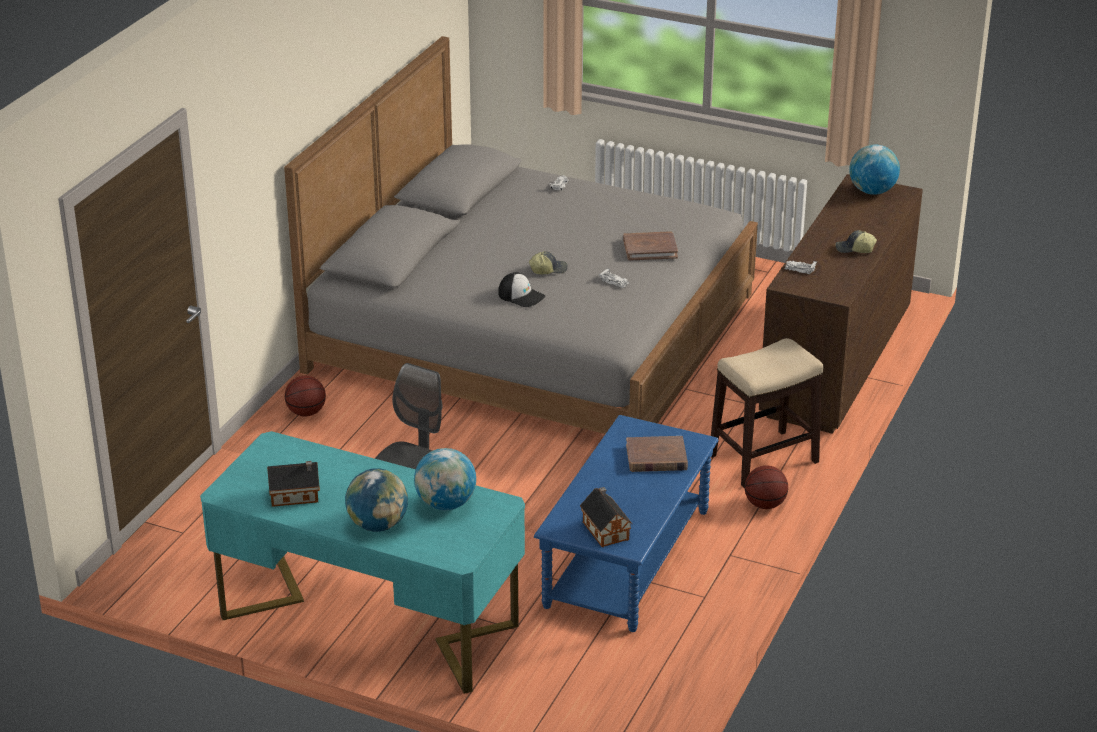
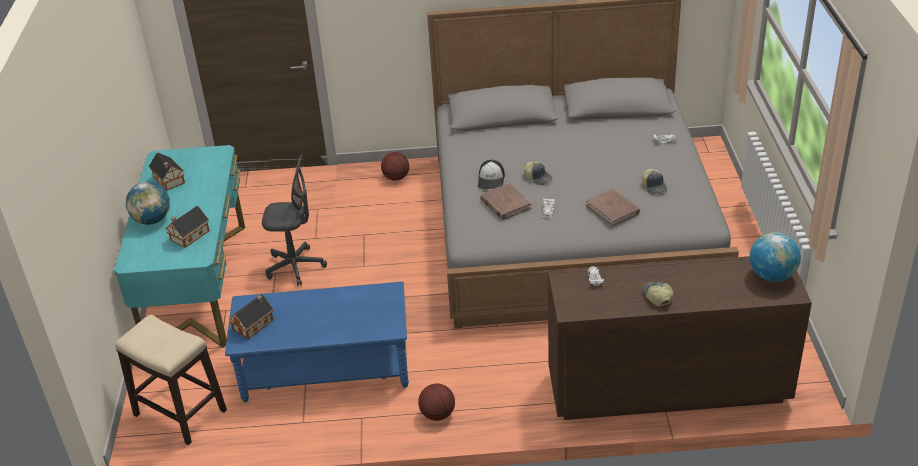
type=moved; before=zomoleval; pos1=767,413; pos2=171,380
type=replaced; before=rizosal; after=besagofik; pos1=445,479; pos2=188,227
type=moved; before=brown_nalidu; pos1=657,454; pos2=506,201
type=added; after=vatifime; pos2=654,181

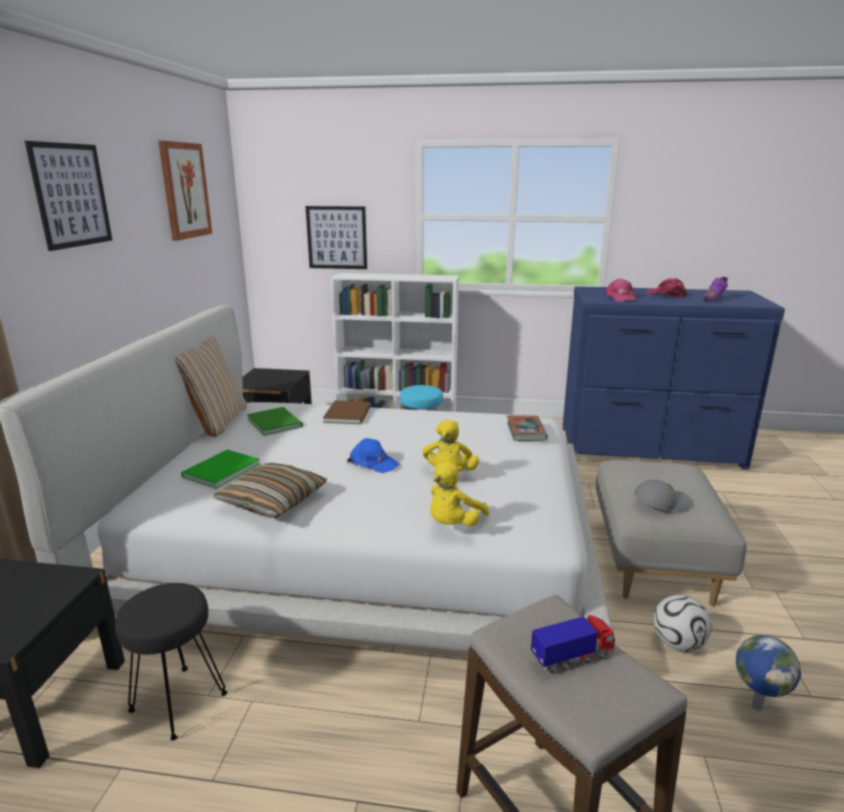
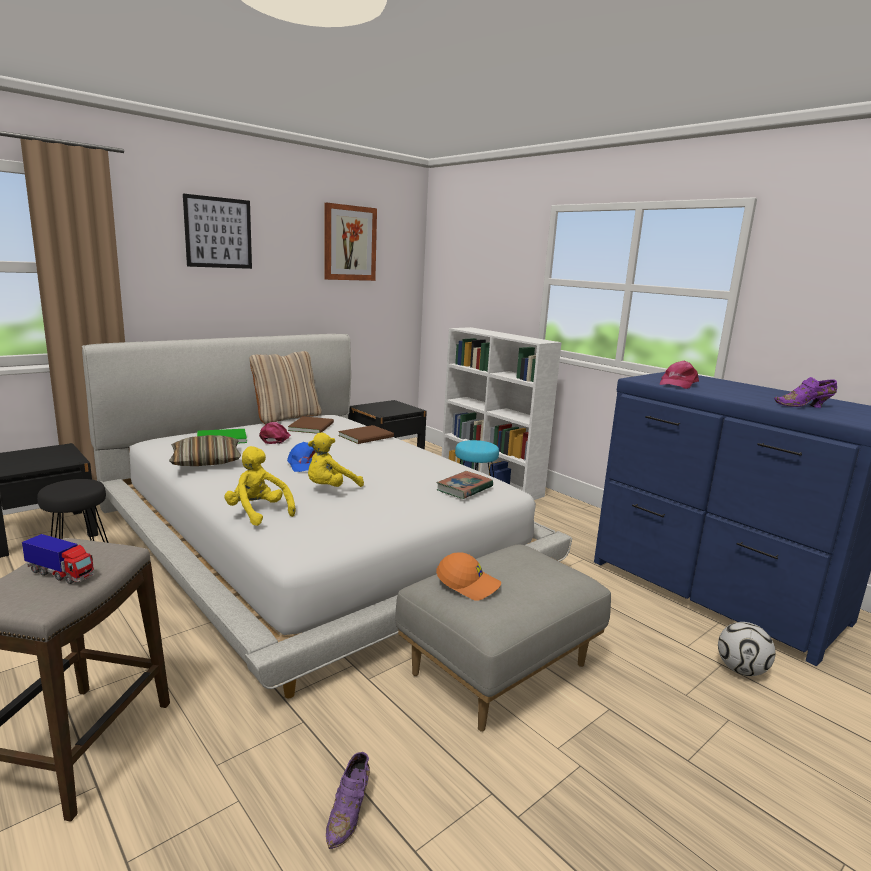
type=turned; before=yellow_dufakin; pos1=459,494; pos2=260,486; turn=60
type=moved; before=pink_vatifime; pos1=667,288; pos2=275,433
type=recoloured; before=green_nalidu; after=brown_nalidu; pos1=275,421; pos2=311,425
type=replaced; before=rizosal; after=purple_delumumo; pos1=768,673; pos2=348,800
type=recoloured; before=grey_vatifime; after=orange_vatifime; pos1=662,495; pos2=468,576
type=moved; before=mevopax; pos1=682,623; pos2=747,649
type=removed; before=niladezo; pos1=336,237

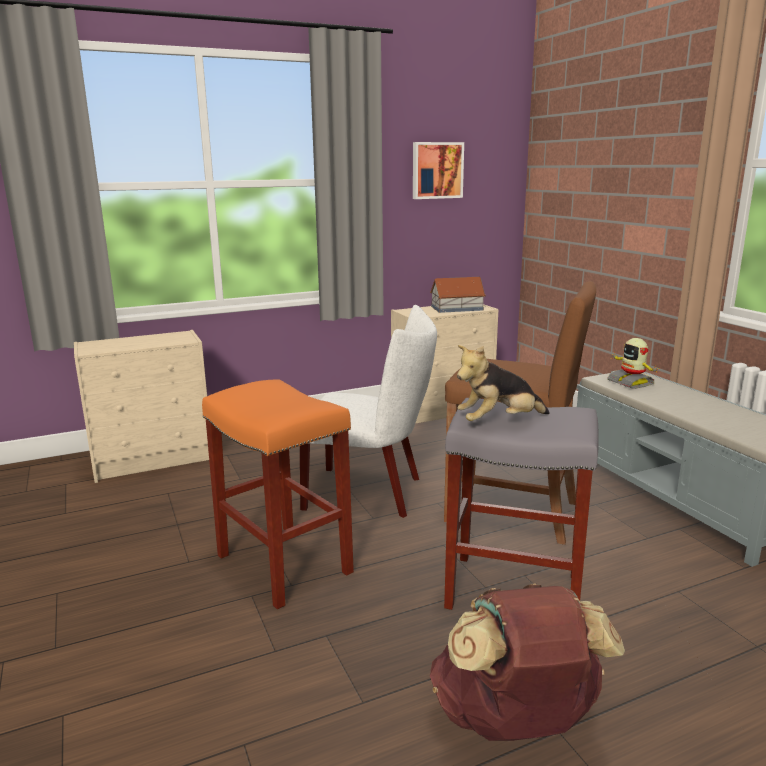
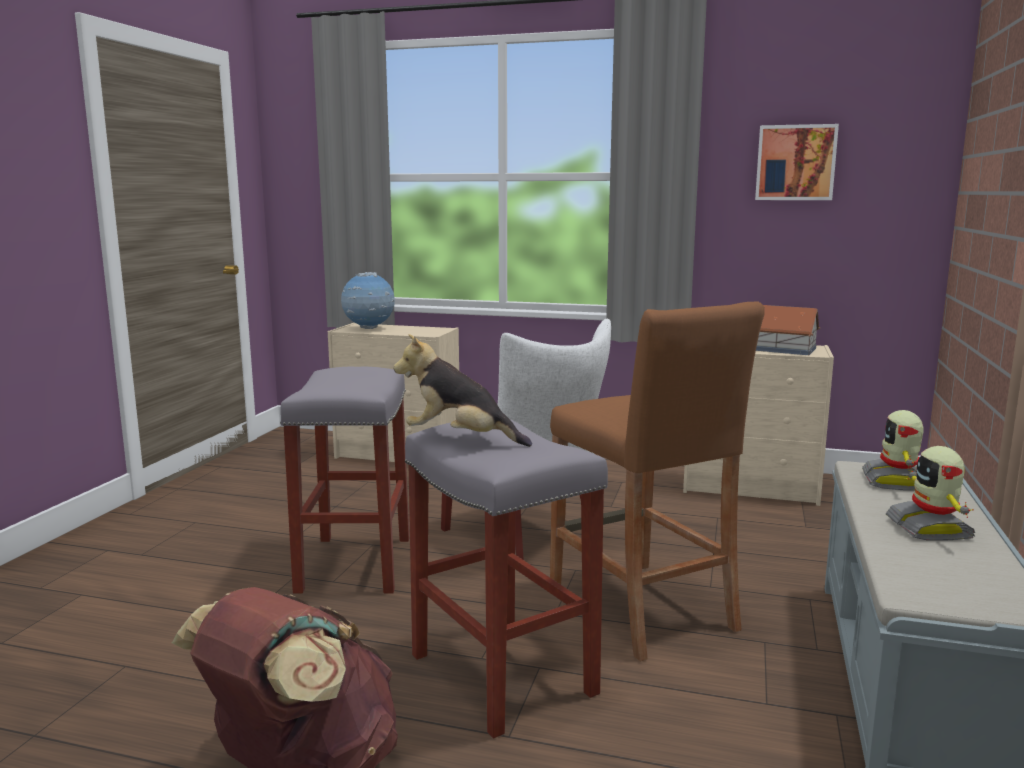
type=recoloured; before=orange_zomoleval; after=grey_zomoleval; pos1=278,494; pos2=344,480
type=added; after=rizosal; pos2=368,300
type=added; after=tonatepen; pos2=930,493

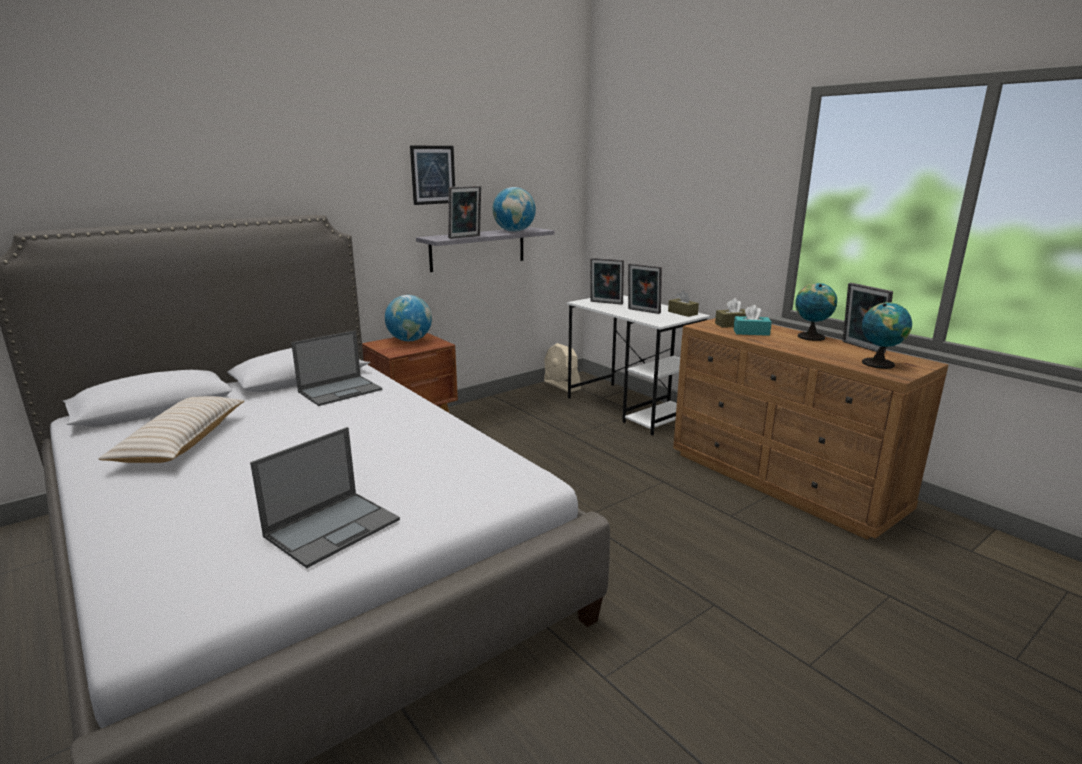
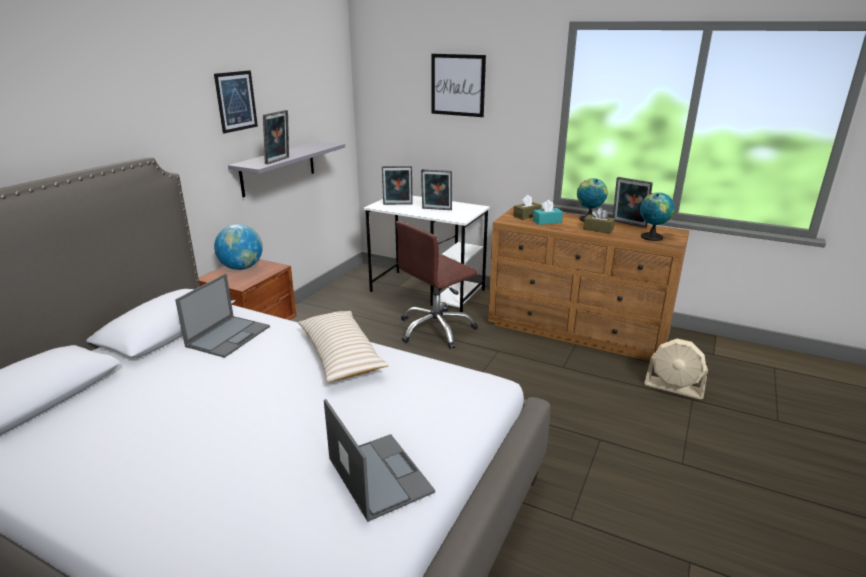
type=moved; before=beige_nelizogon; pos1=171,429; pos2=343,346
type=turned; before=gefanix; pos1=325,497; pos2=379,460; turn=-45
type=added; after=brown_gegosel; pos2=437,285
type=added; after=niladezo; pos2=459,85
type=moved; before=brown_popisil; pos1=683,303; pos2=599,221
type=moved; before=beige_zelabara; pos1=562,367; pos2=676,369
type=removed; before=rizosal; pos1=514,209

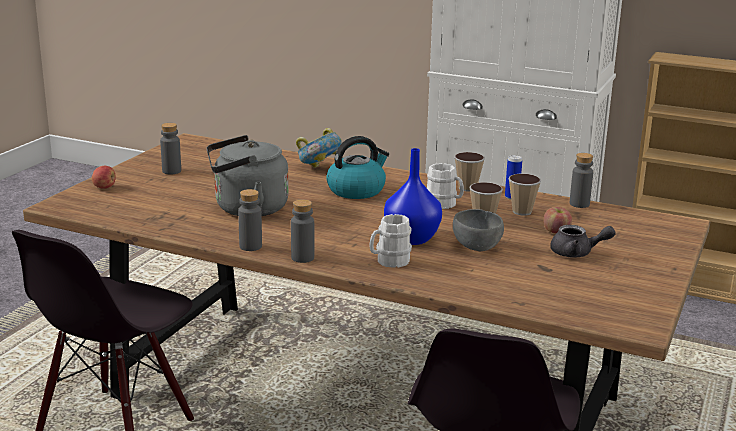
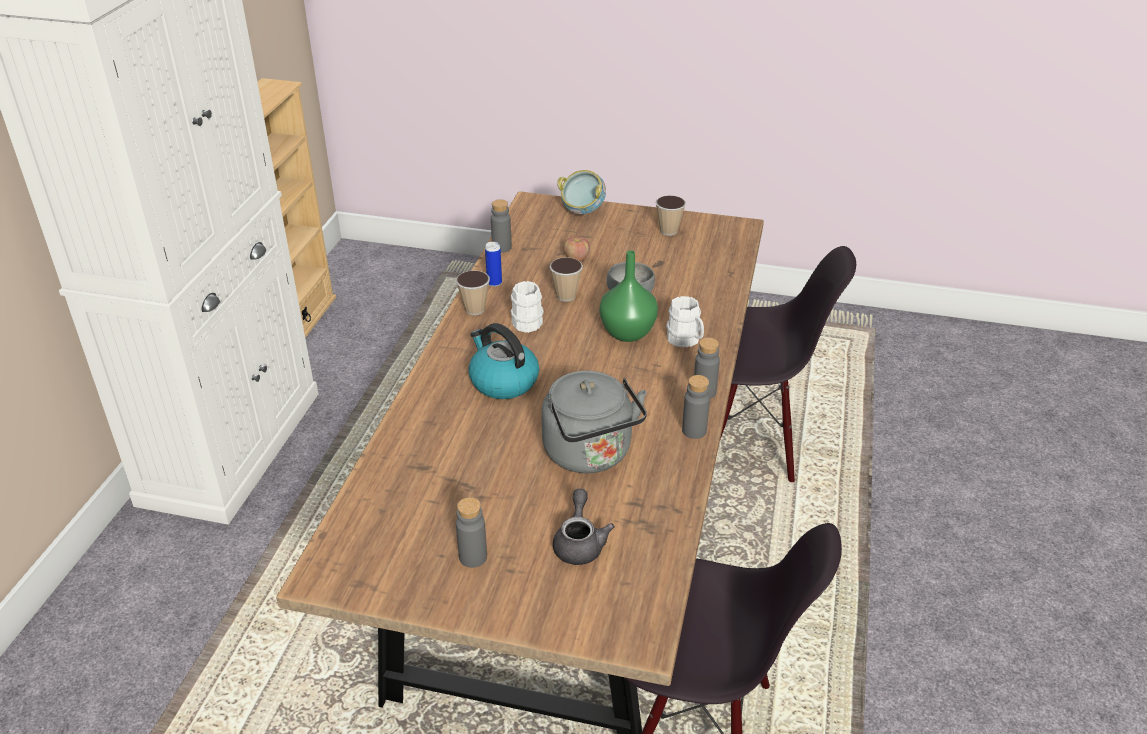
type=moved; before=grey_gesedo; pos1=583,241; pos2=584,527
type=moved; before=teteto; pos1=319,148; pos2=581,192
type=recoloured; before=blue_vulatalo; after=green_vulatalo; pos1=413,196; pos2=628,296
type=moved; before=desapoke; pos1=524,195; pos2=671,215
type=removed; before=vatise; pos1=104,177

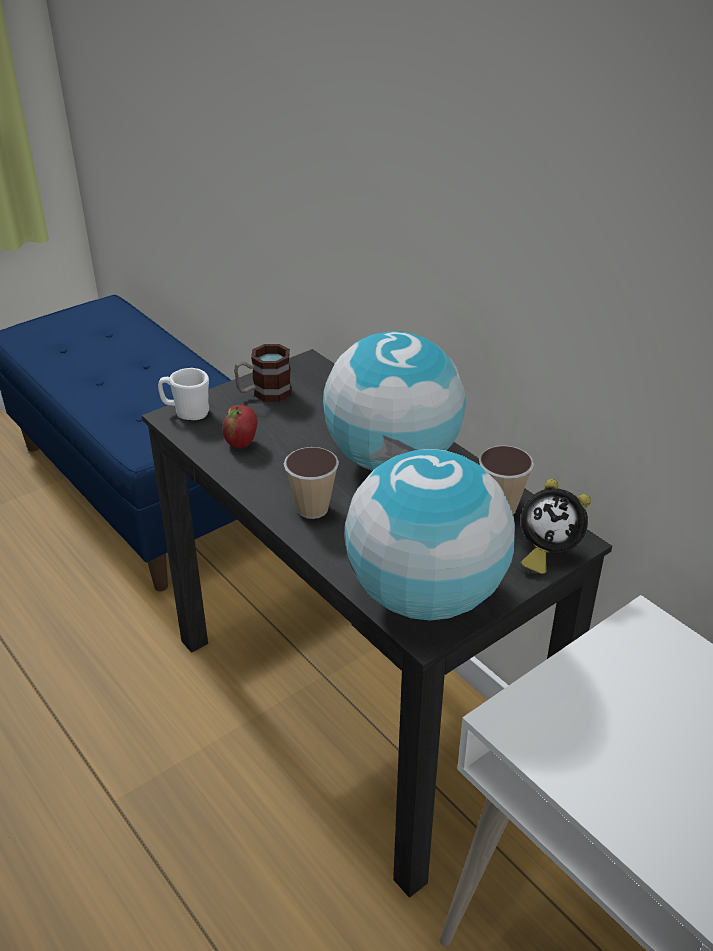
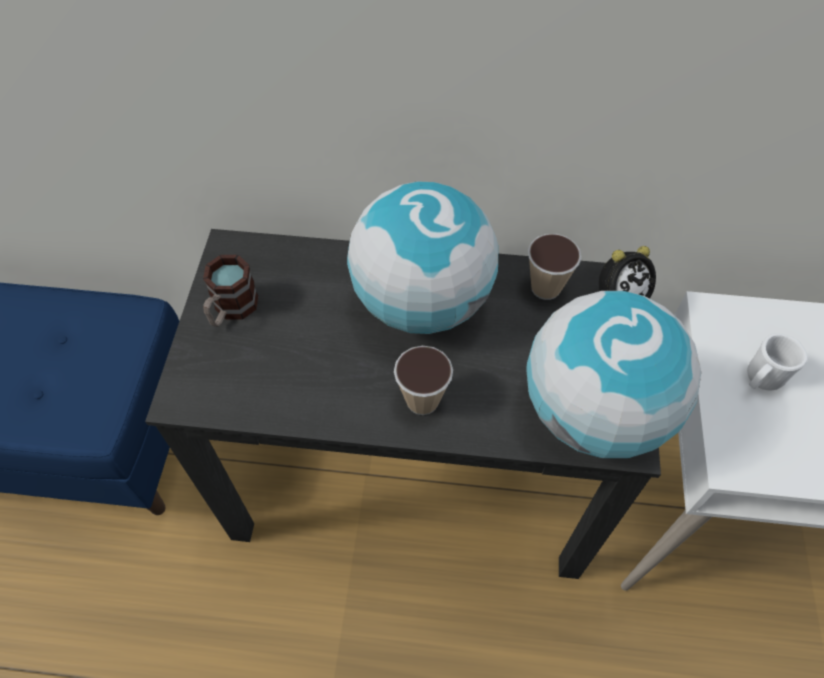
type=moved; before=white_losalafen; pos1=183,394; pos2=777,361
type=removed; before=vatise; pos1=240,426

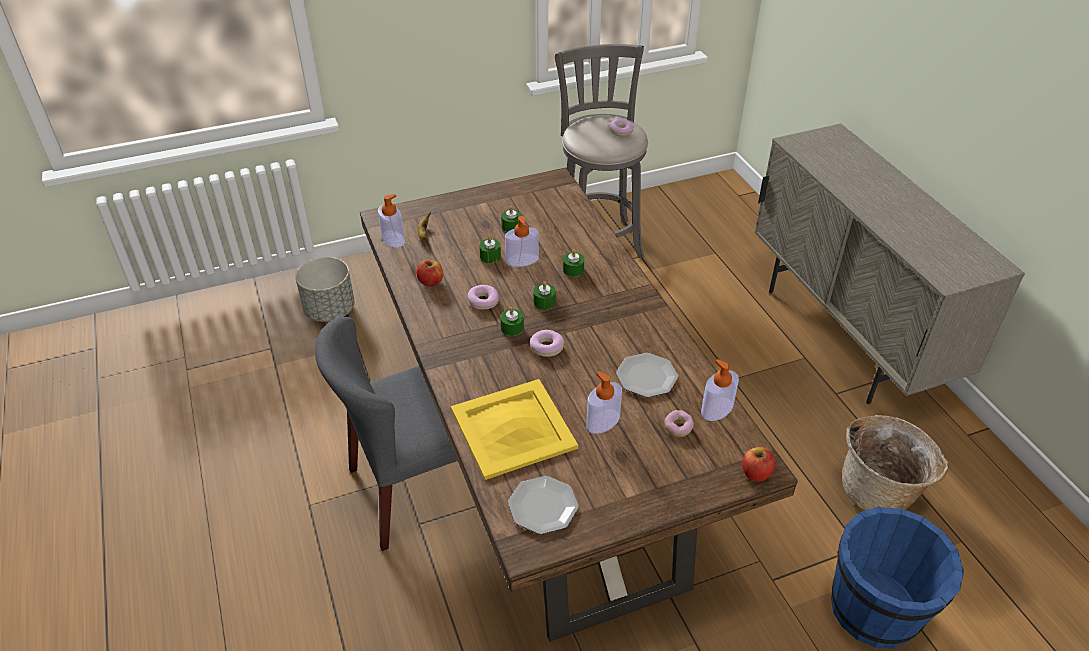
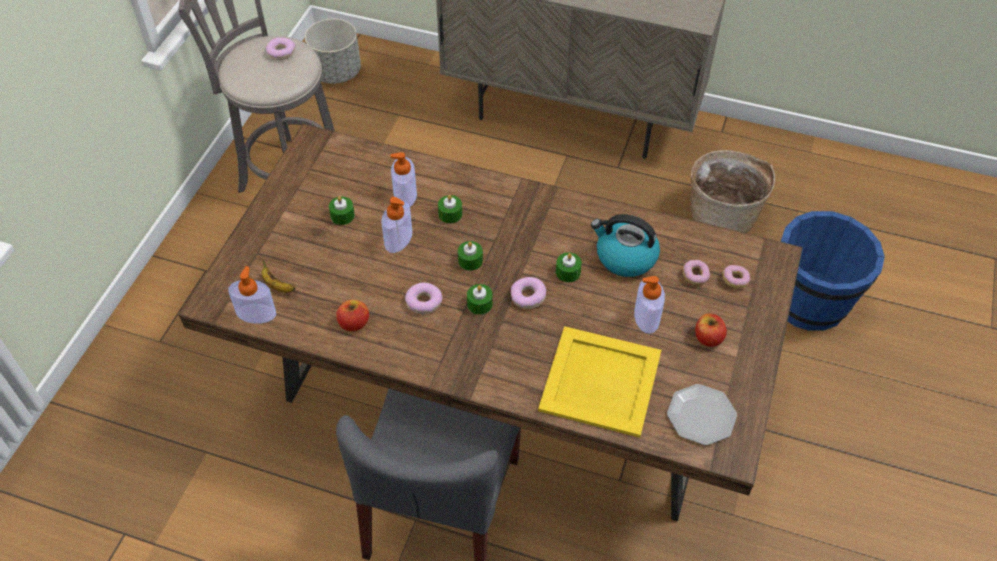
type=moved; before=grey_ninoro; pos1=325,289; pos2=333,51
type=moved; before=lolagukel; pos1=720,390; pos2=403,179
type=moved; before=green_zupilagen; pos1=490,249; pos2=569,267
type=replaced; before=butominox; after=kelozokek; pos1=647,375; pos2=625,245
type=moved; before=vatise; pos1=758,464; pos2=711,330
type=added; after=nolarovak; pos2=736,277

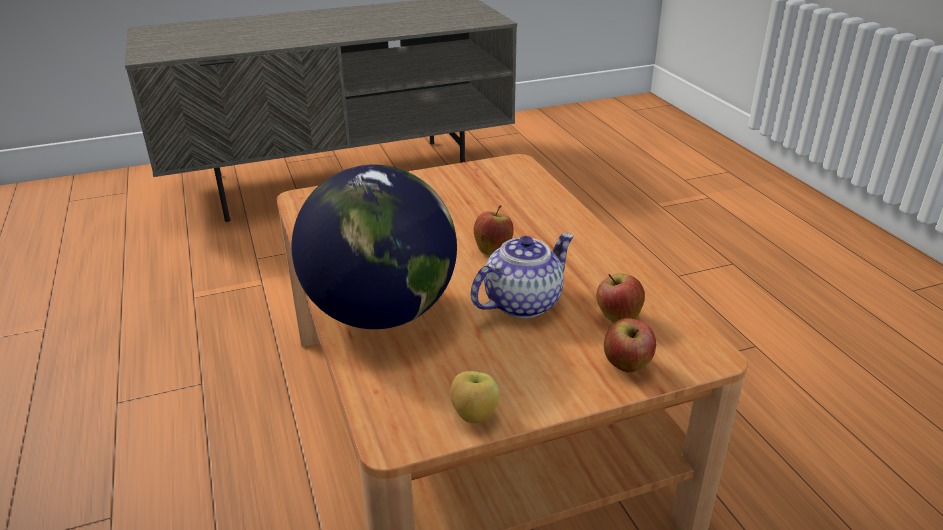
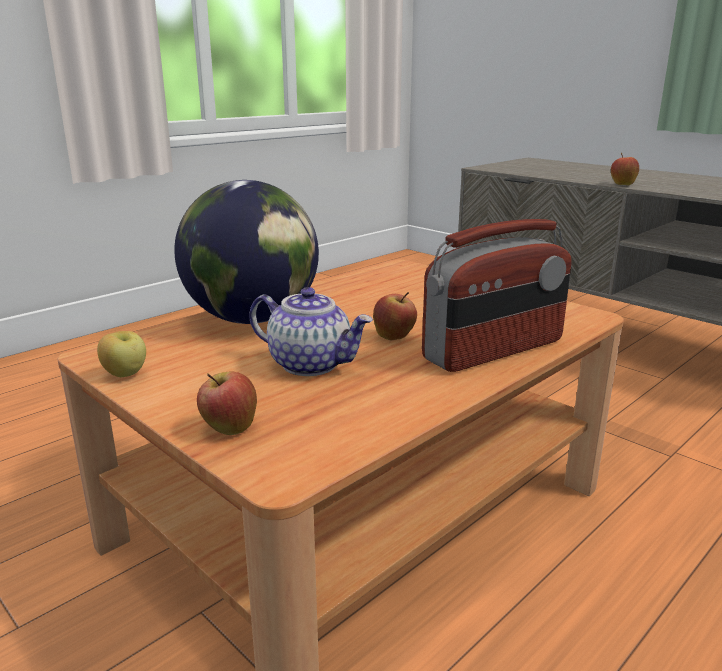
type=added; after=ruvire; pos2=497,295
type=moved; before=vatise; pos1=621,298; pos2=625,169

